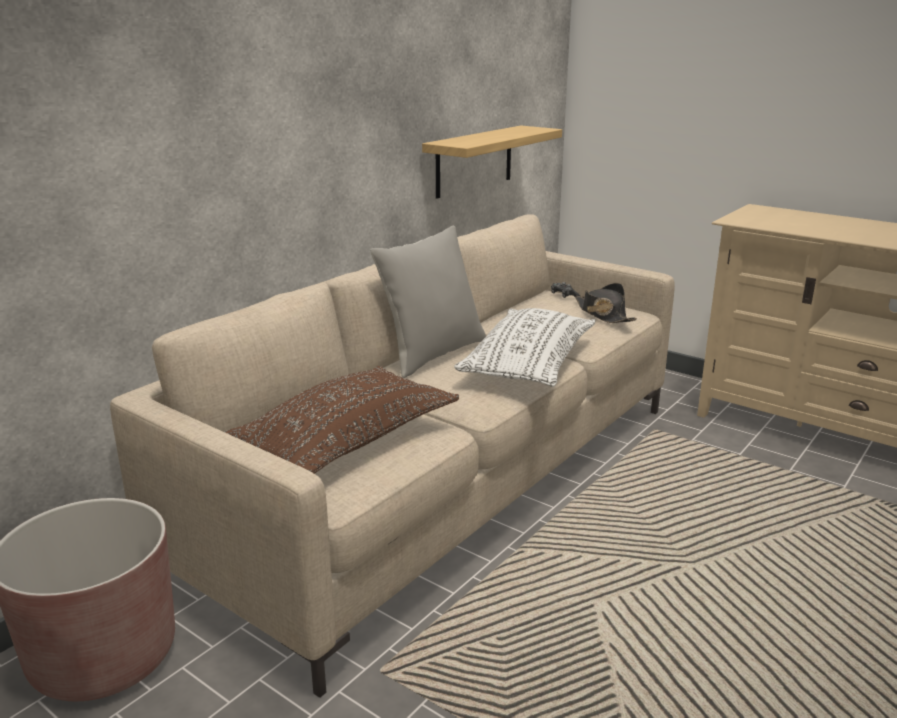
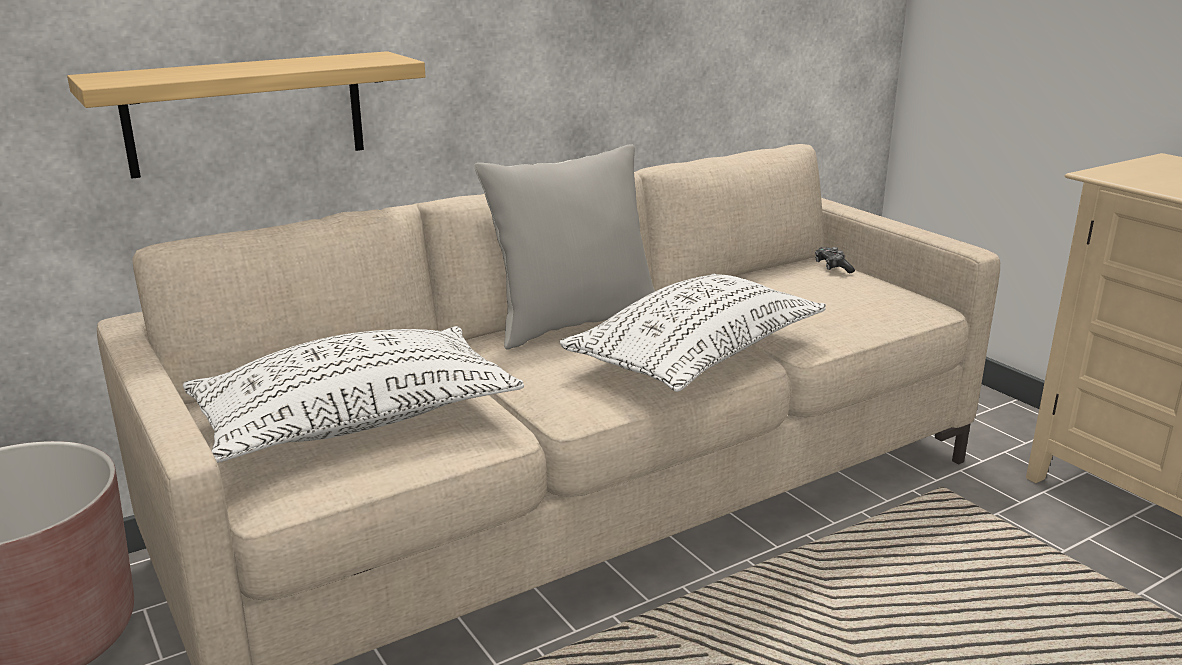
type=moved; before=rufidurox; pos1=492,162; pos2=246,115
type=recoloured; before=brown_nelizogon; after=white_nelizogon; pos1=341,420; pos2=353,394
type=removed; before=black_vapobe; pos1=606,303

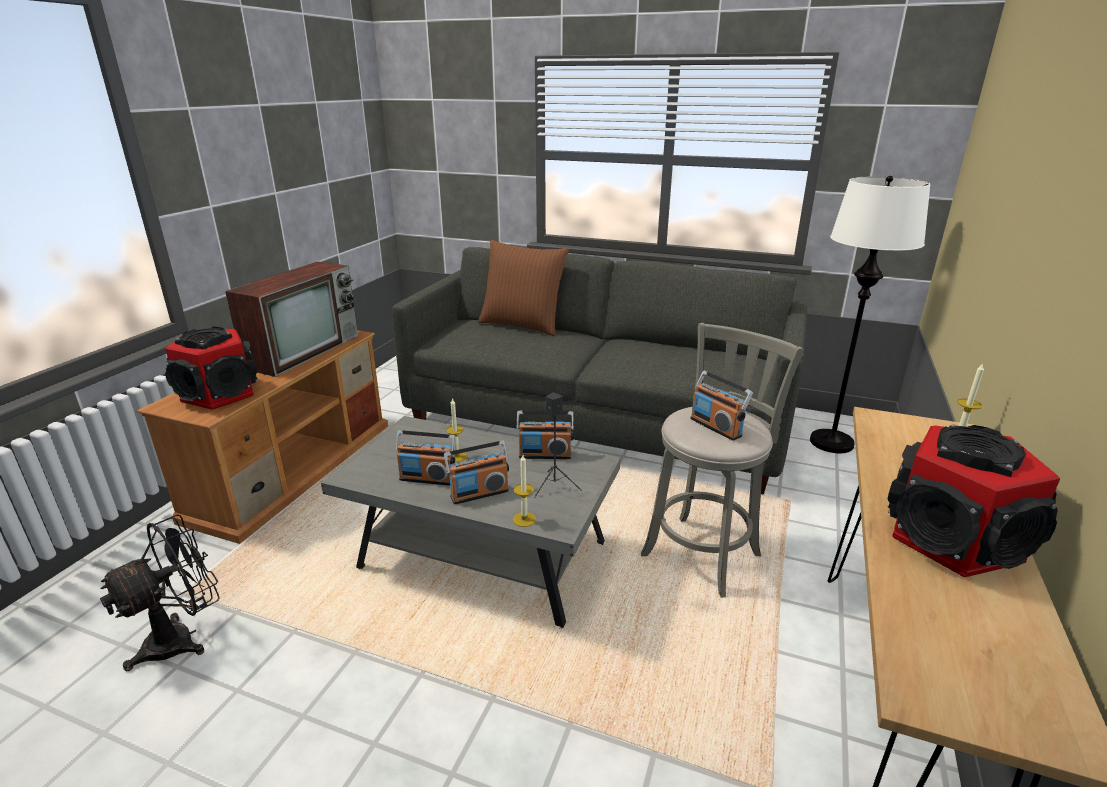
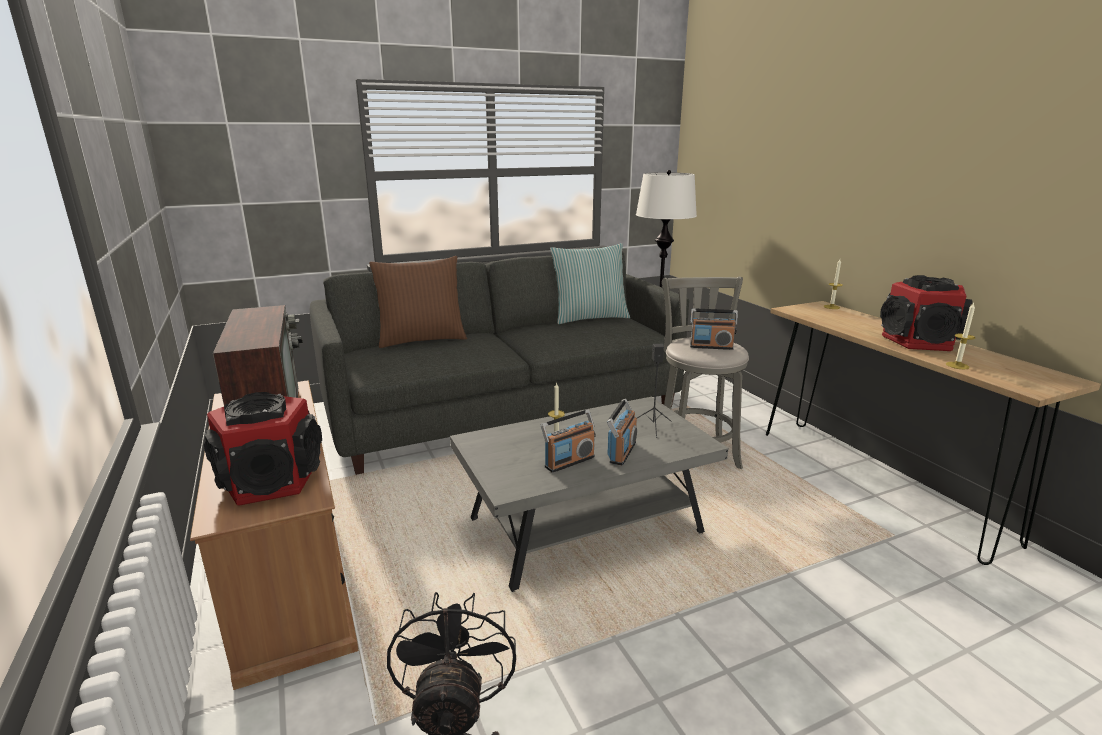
type=added; after=nelizogon; pos2=590,283
type=moved; before=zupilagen; pos1=524,491; pos2=960,336
type=removed; before=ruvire; pos1=545,435

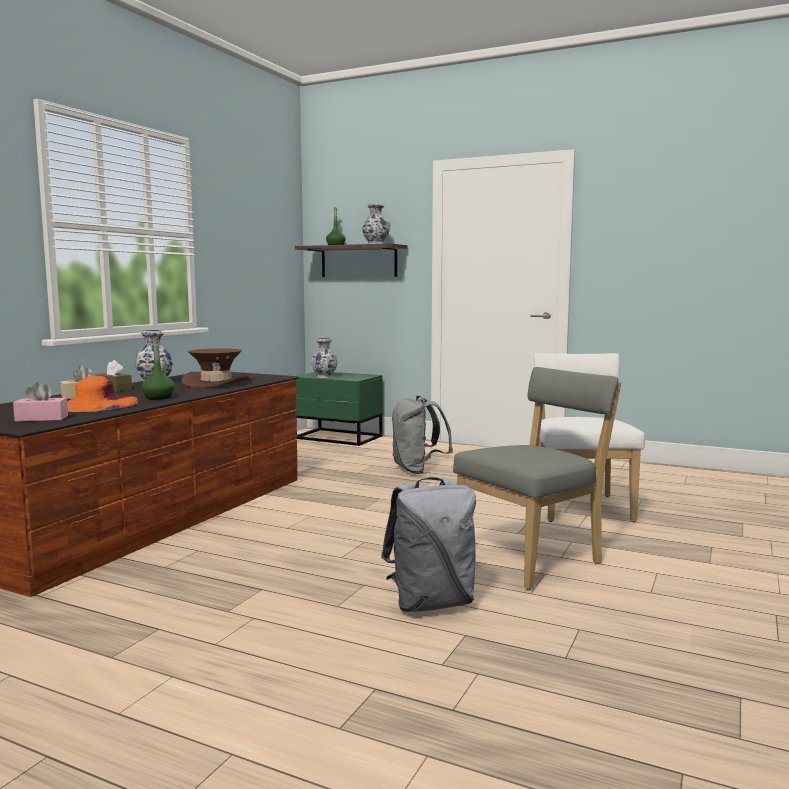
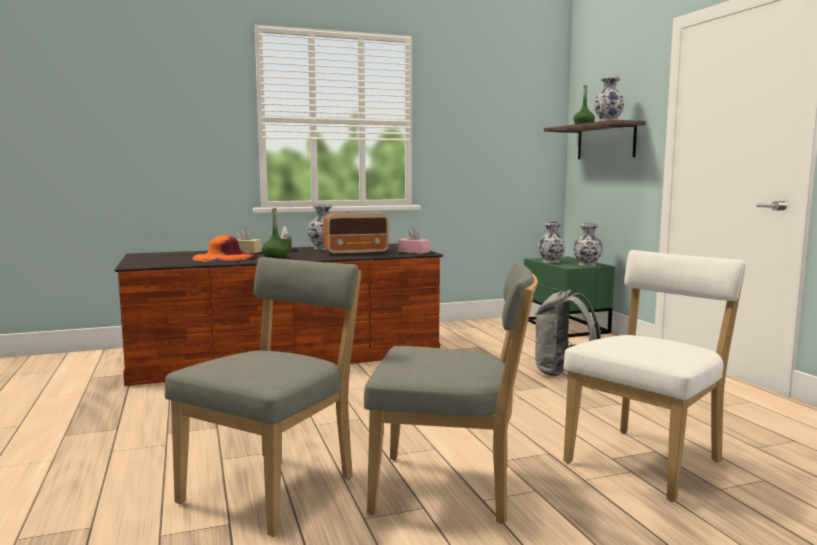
type=replaced; before=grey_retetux; after=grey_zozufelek; pos1=428,544; pos2=263,397
type=replaced; before=brown_vapobe; after=ruvire; pos1=216,368; pos2=356,234
type=moved; before=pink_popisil; pos1=40,402; pos2=414,241
type=added; after=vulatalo; pos2=588,244

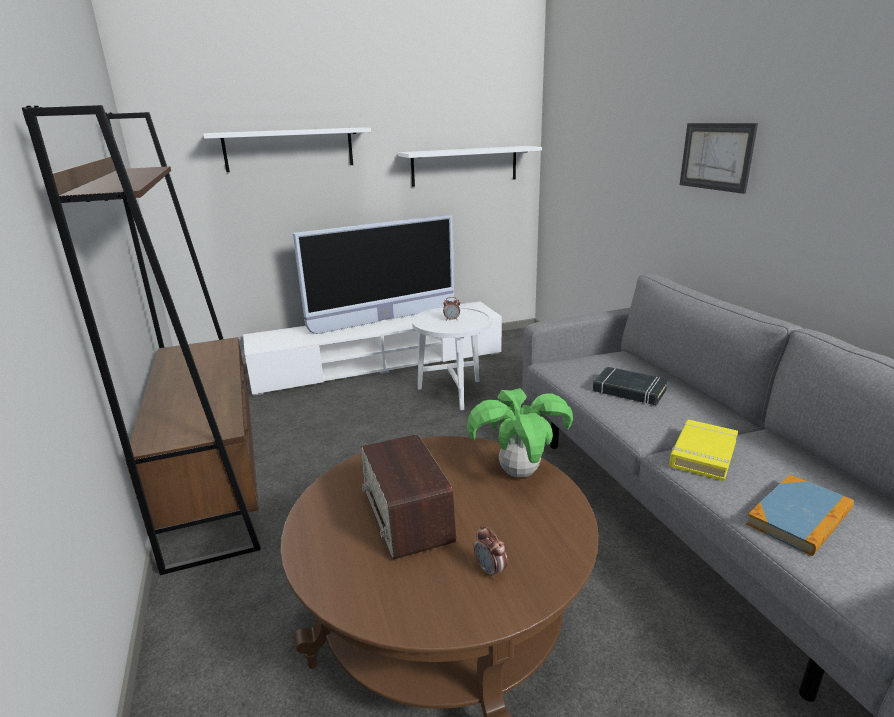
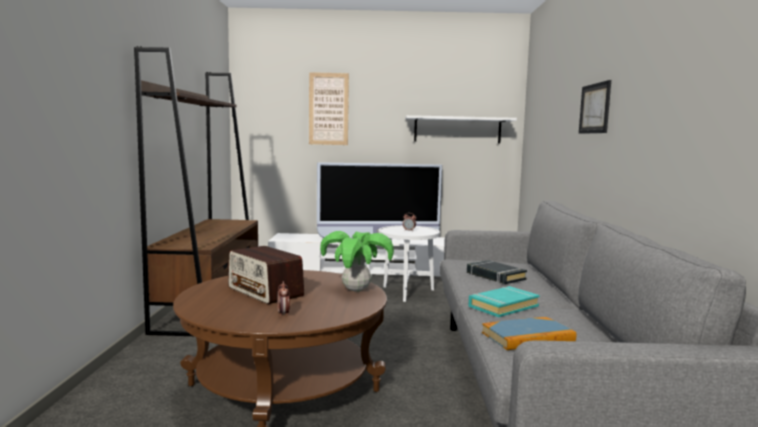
type=turned; before=ruvire; pos1=409,497; pos2=266,275; turn=-45
type=replaced; before=white_rufidurox; after=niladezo; pos1=287,149; pos2=329,108
type=recoloured; before=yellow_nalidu; after=turquoise_nalidu; pos1=703,450; pos2=503,301

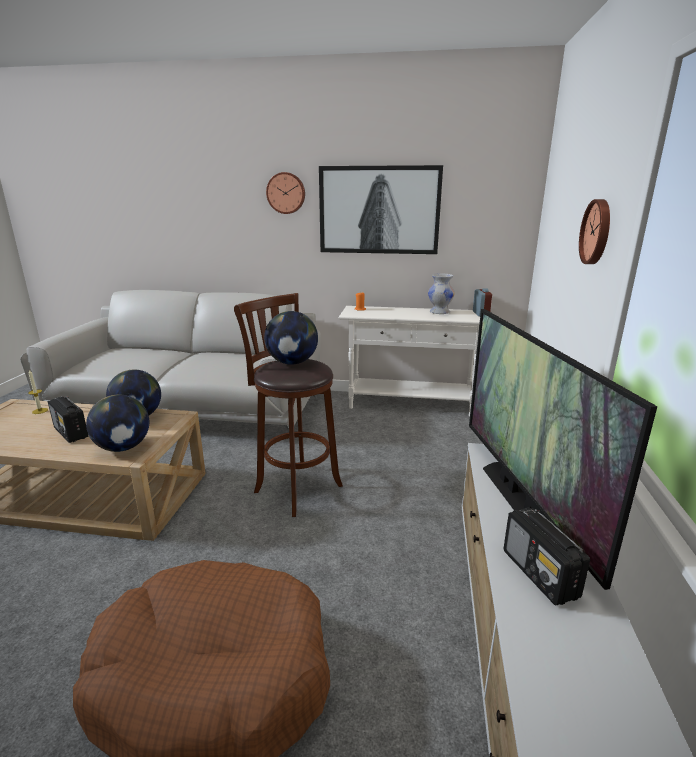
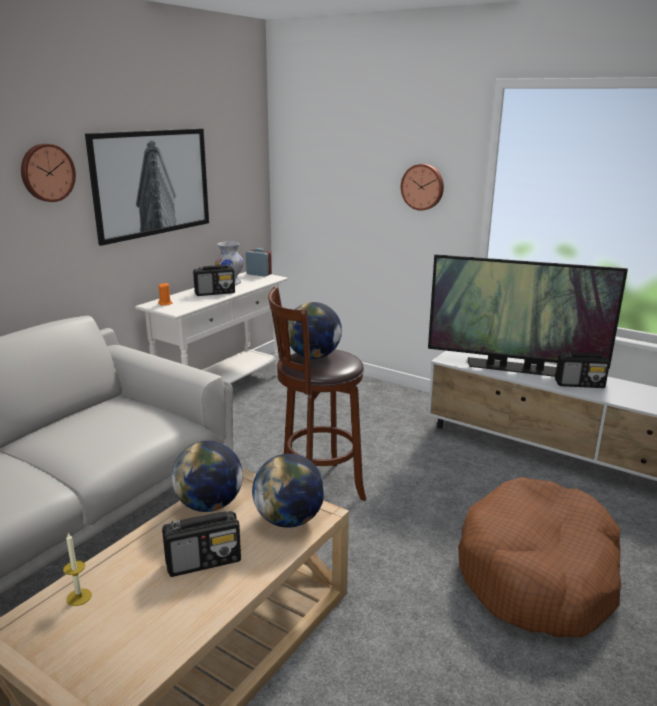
type=added; after=ruvire; pos2=214,280

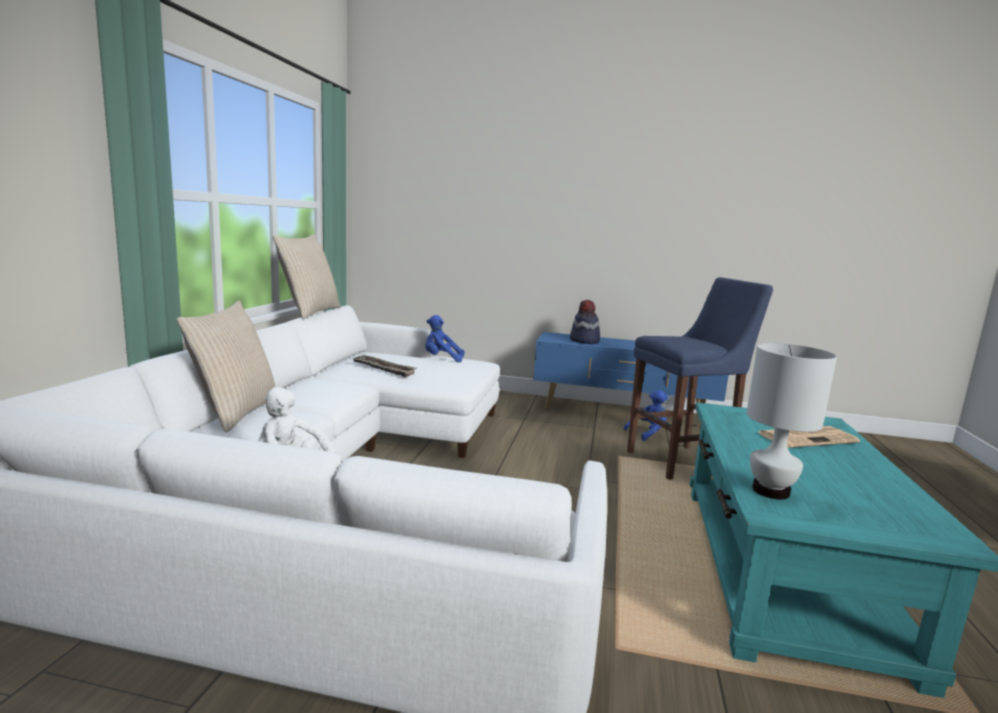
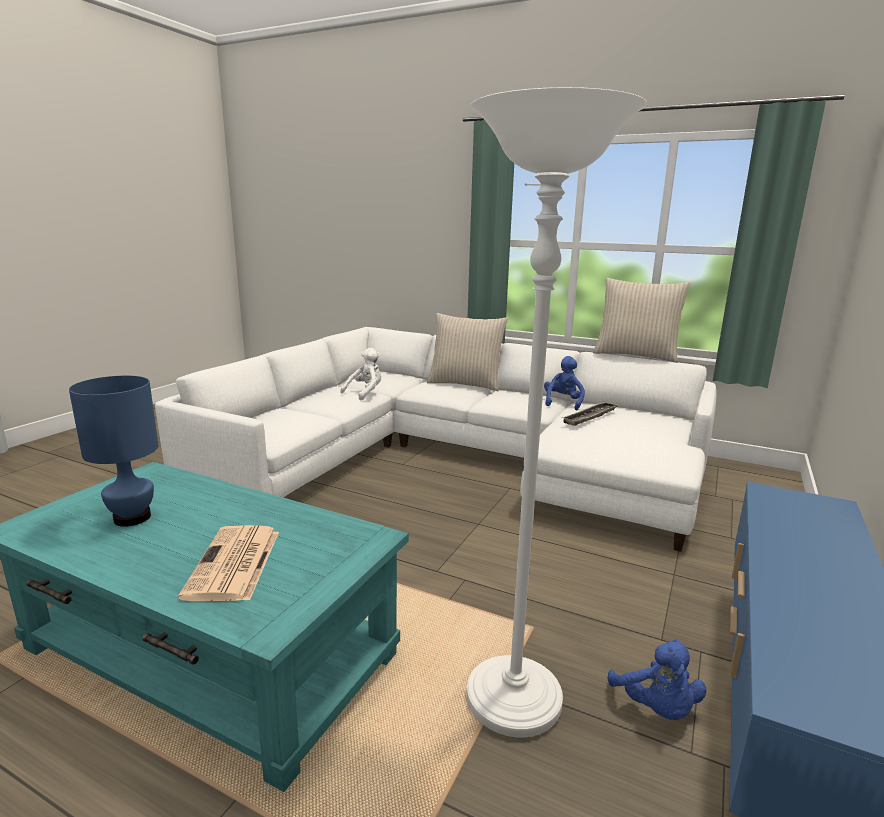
type=added; after=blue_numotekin; pos2=113,451
type=replaced; before=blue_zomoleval; after=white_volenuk; pos1=700,378; pos2=557,412
type=moved; before=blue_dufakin; pos1=444,338; pos2=564,383
type=removed; before=vapobe; pos1=585,322
type=removed; before=white_numotekin; pos1=792,421

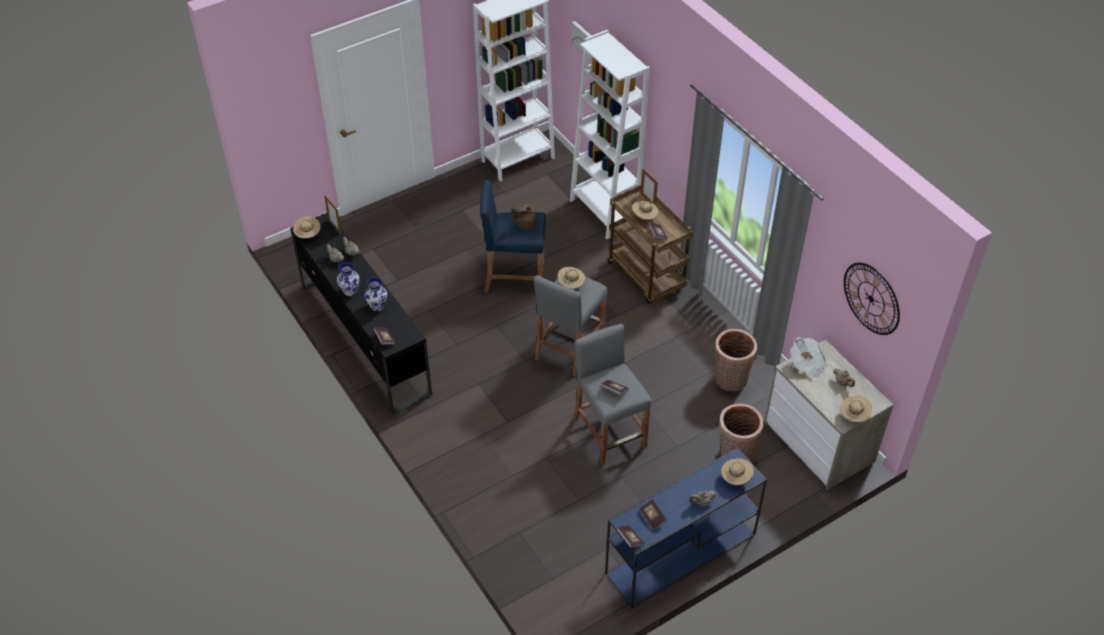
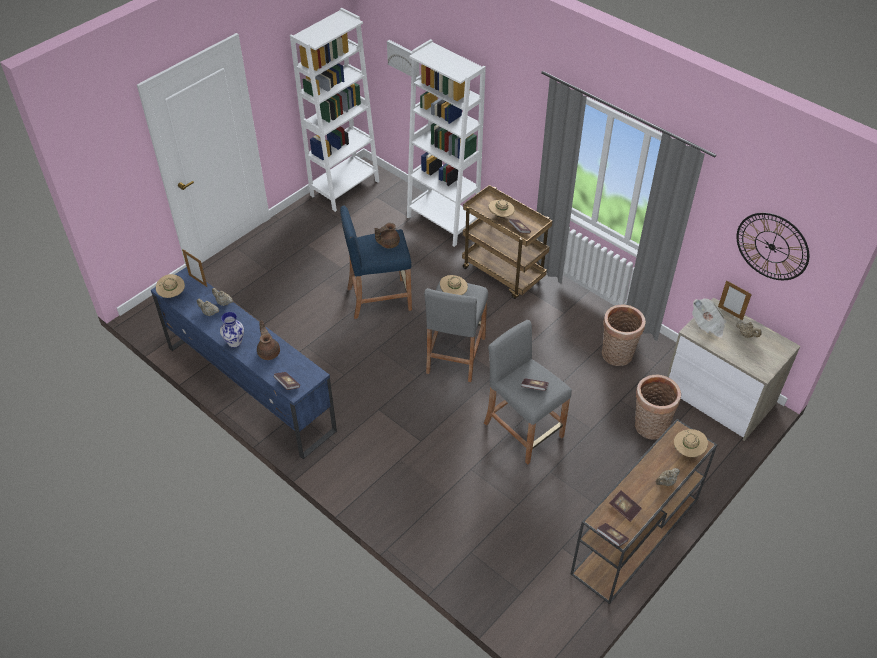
type=recoloured; before=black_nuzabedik; after=blue_nuzabedik; pos1=361,314; pos2=244,363
type=replaced; before=vulatalo; after=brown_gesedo; pos1=375,294; pos2=268,340
type=recoloured; before=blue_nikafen; after=brown_nikafen; pos1=686,527; pos2=644,511
type=moved; before=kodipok; pos1=649,186; pos2=735,300
type=removed; before=beige_vapobe; pos1=856,409

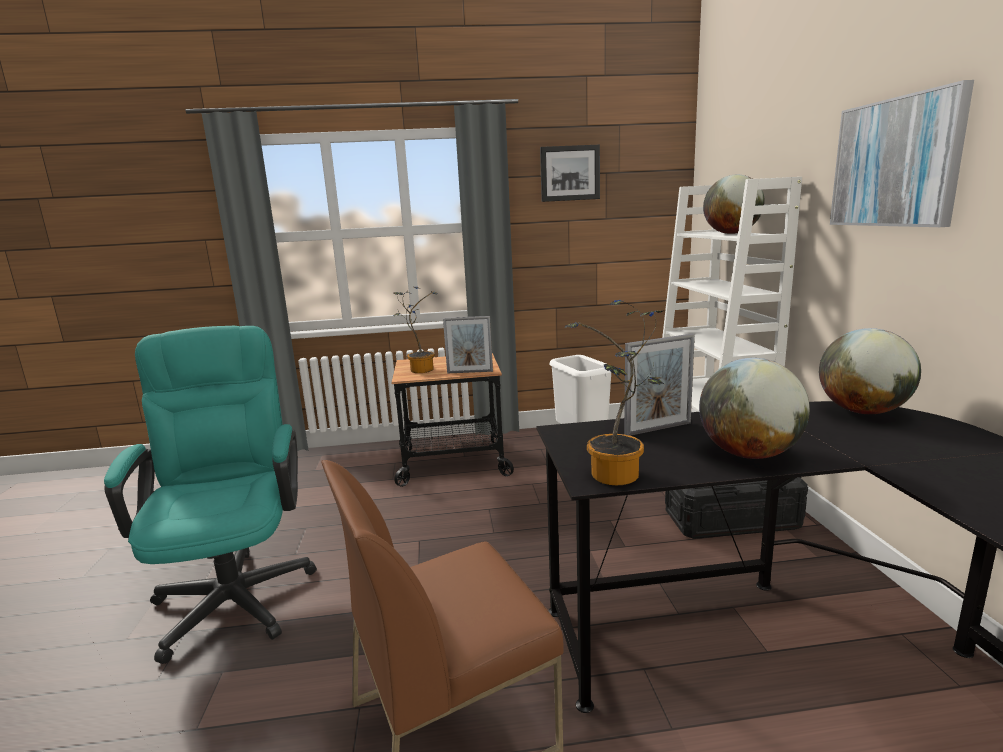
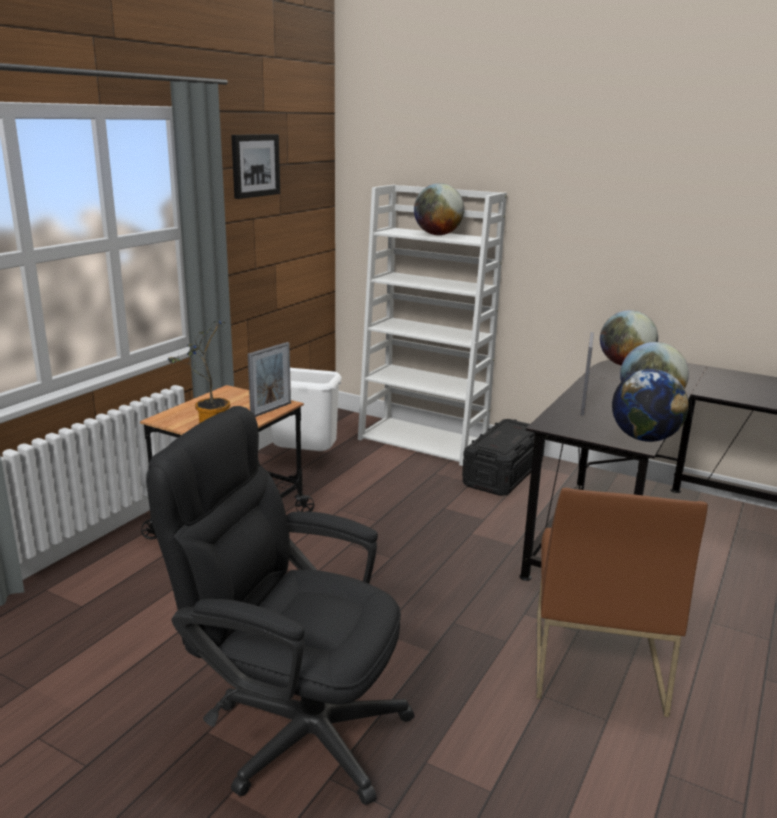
type=recoloured; before=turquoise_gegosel; after=black_gegosel; pos1=210,495; pos2=280,605
type=replaced; before=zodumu; after=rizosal; pos1=615,392; pos2=650,405
type=removed; before=niladezo; pos1=902,153

